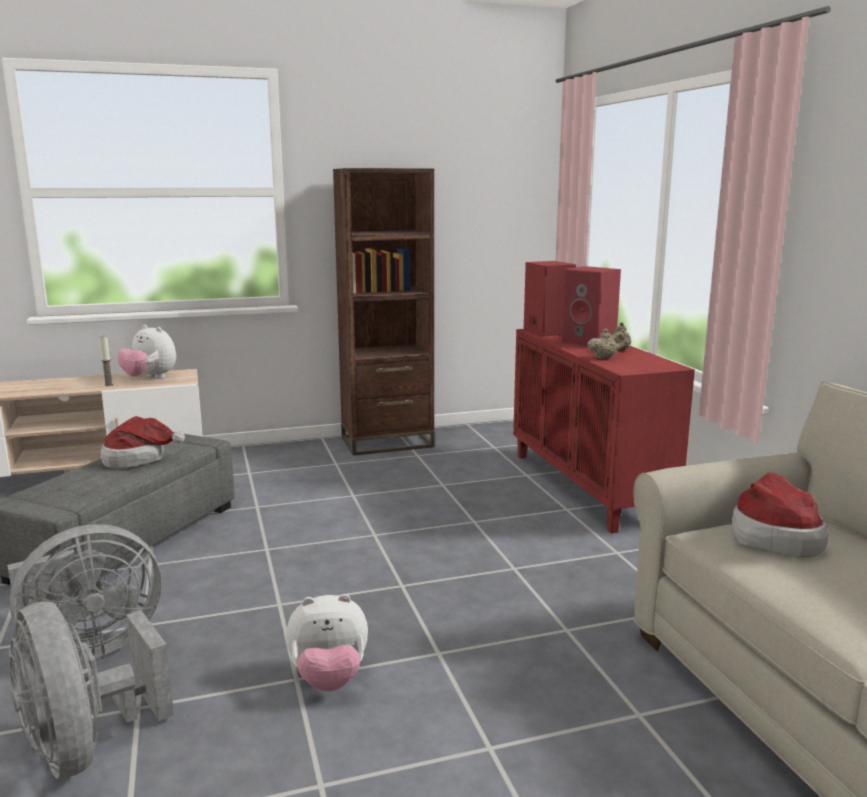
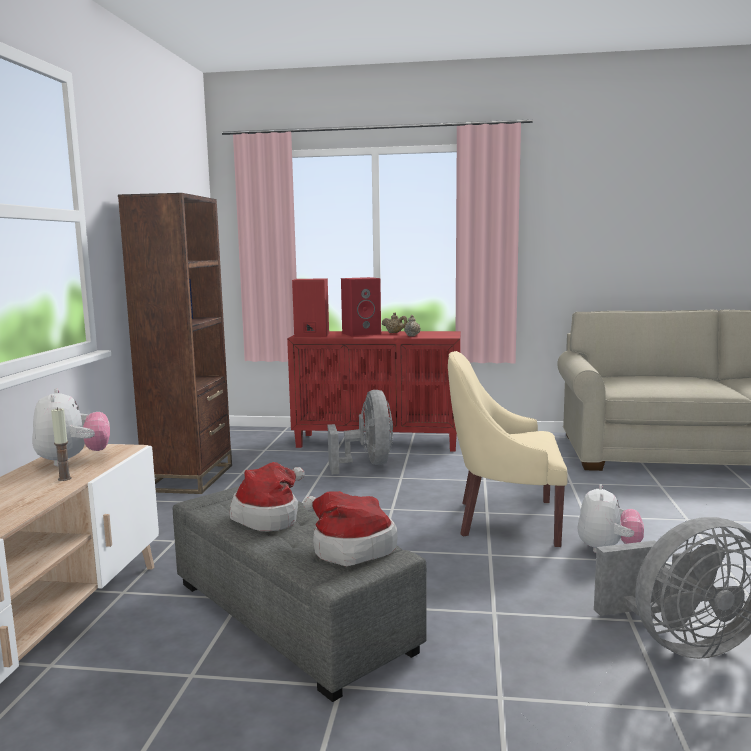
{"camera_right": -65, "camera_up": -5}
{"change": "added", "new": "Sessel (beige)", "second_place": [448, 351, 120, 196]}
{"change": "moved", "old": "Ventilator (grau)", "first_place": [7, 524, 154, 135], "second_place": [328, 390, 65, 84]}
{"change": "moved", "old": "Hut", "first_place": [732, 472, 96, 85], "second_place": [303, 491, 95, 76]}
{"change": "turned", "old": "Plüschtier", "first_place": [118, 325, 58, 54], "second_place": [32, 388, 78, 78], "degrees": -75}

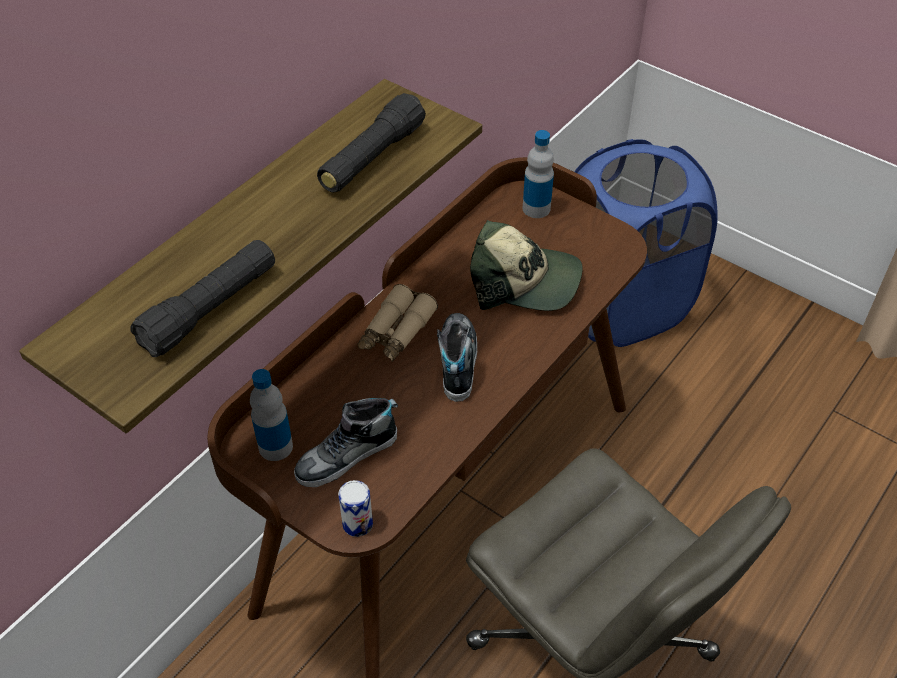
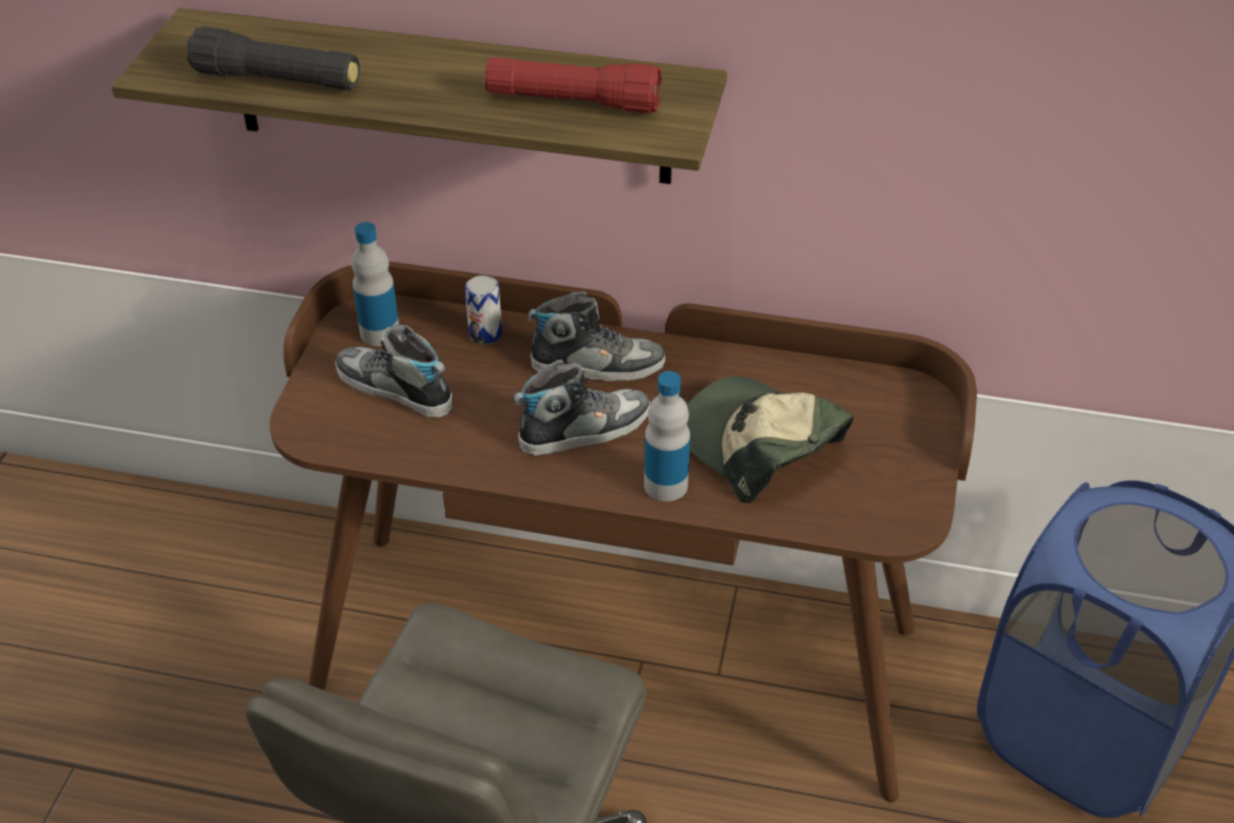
{"camera_right": 65, "camera_up": -5}
{"change": "moved", "old": "Dose", "first_place": [338, 480, 35, 57], "second_place": [465, 275, 37, 69]}
{"change": "moved", "old": "Flasche", "first_place": [522, 130, 32, 88], "second_place": [644, 371, 46, 131]}
{"change": "replaced", "old": "Fernglas (beige)", "new": "Schuh", "first_place": [358, 284, 80, 78], "second_place": [528, 291, 137, 90]}
{"change": "recoloured", "old": "Taschenlampe (schwarz)", "new": "Taschenlampe (rot)", "first_place": [317, 93, 109, 100], "second_place": [485, 57, 177, 56]}
{"change": "turned", "old": "Kappe", "first_place": [470, 220, 113, 91], "second_place": [687, 376, 167, 128], "degrees": 150}

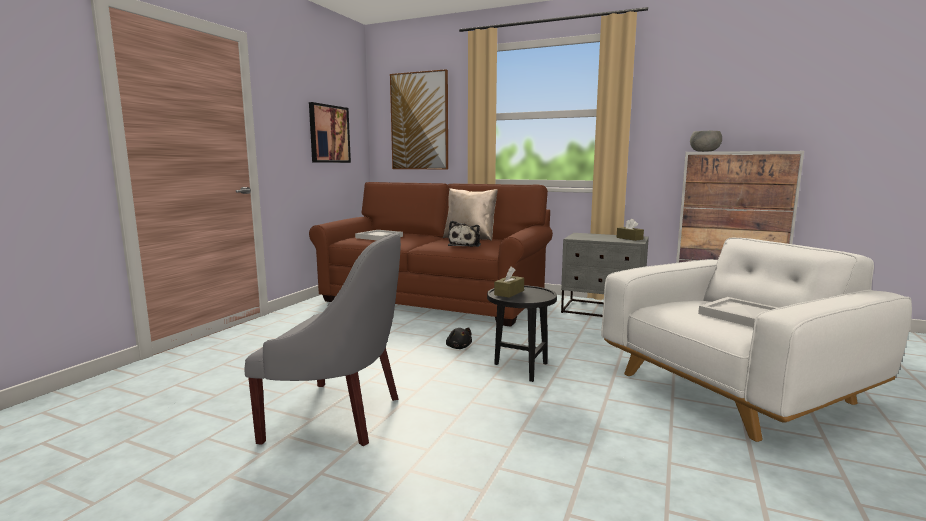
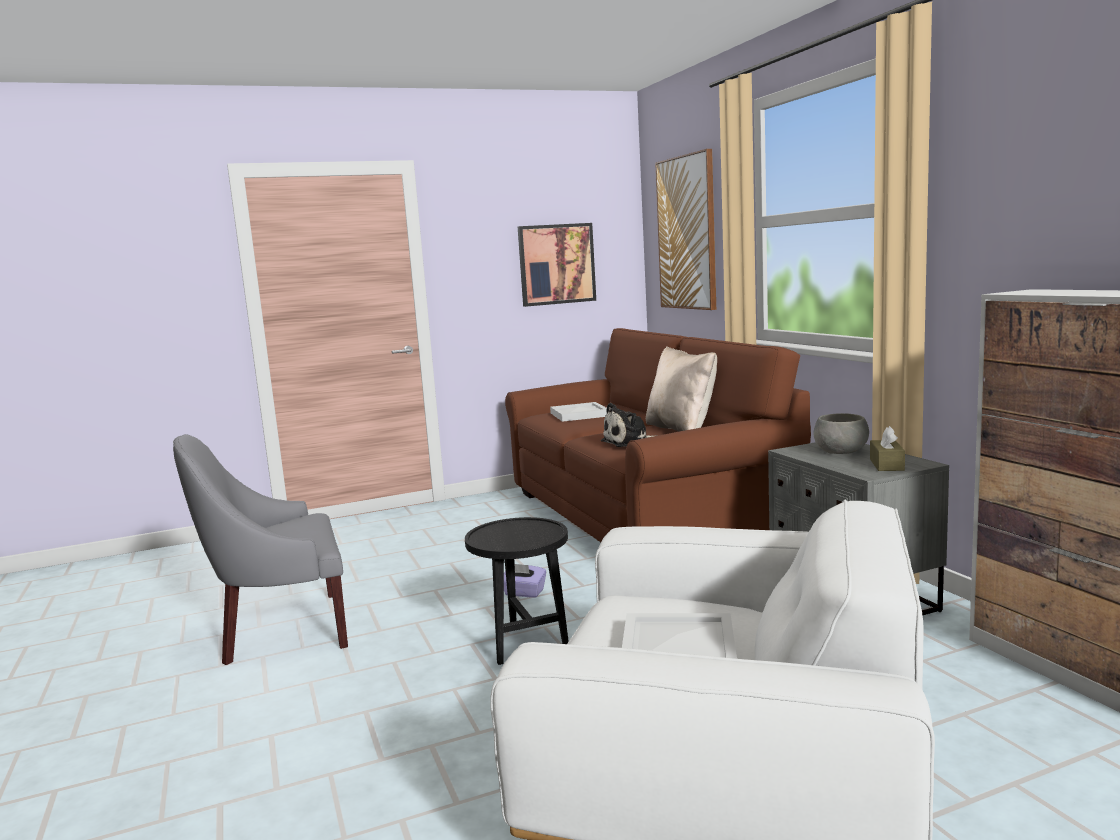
{"camera_right": 45, "camera_up": 0}
{"change": "removed", "old": "Taschentuchbox (braun)", "first_place": [494, 267, 30, 31]}
{"change": "moved", "old": "Schüssel (grau)", "first_place": [690, 131, 32, 21], "second_place": [813, 413, 56, 41]}
{"change": "replaced", "old": "Plüschtier (schwarz)", "new": "Taschentuchbox (lila)", "first_place": [446, 328, 26, 21], "second_place": [504, 564, 42, 34]}
{"change": "turned", "old": "Sessel (grau)", "first_place": [245, 233, 156, 213], "second_place": [173, 434, 175, 231], "degrees": 105}

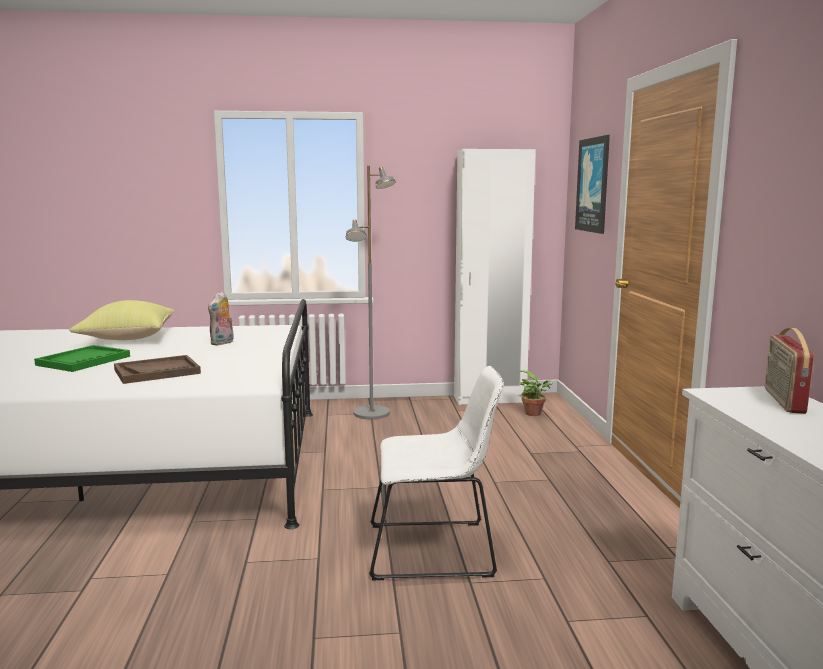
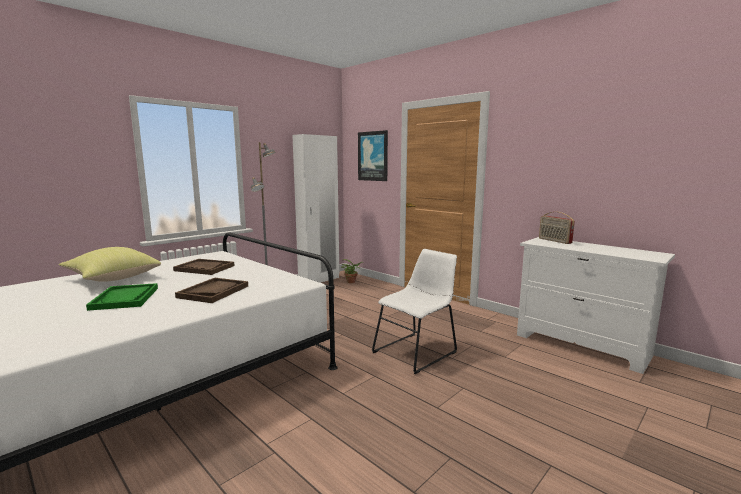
{"camera_right": -40, "camera_up": 0}
{"change": "replaced", "old": "Plüschtier", "new": "Tablett (braun)", "first_place": [208, 292, 25, 53], "second_place": [173, 259, 62, 16]}

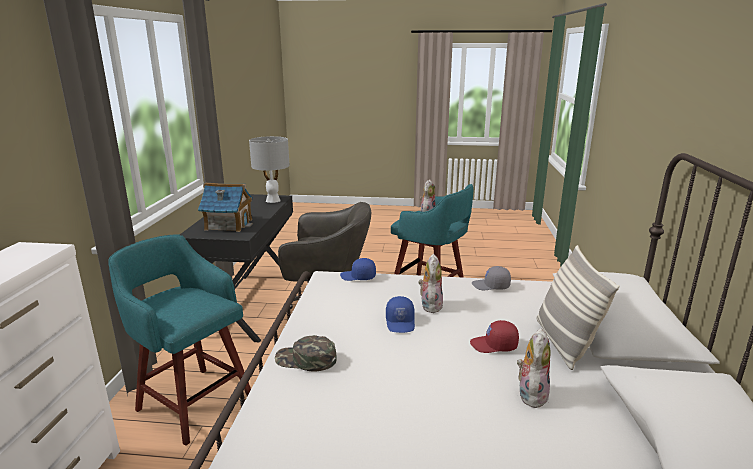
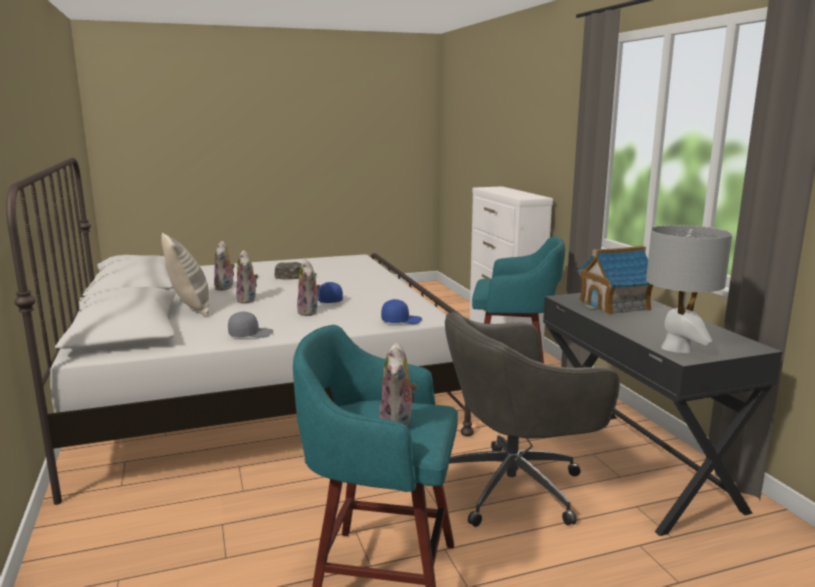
{"camera_right": 155, "camera_up": -5}
{"change": "moved", "old": "Kappe (grün)", "first_place": [275, 335, 62, 36], "second_place": [275, 262, 41, 17]}
{"change": "replaced", "old": "Kappe (rot)", "new": "Plüschtier", "first_place": [470, 320, 49, 33], "second_place": [236, 250, 22, 54]}

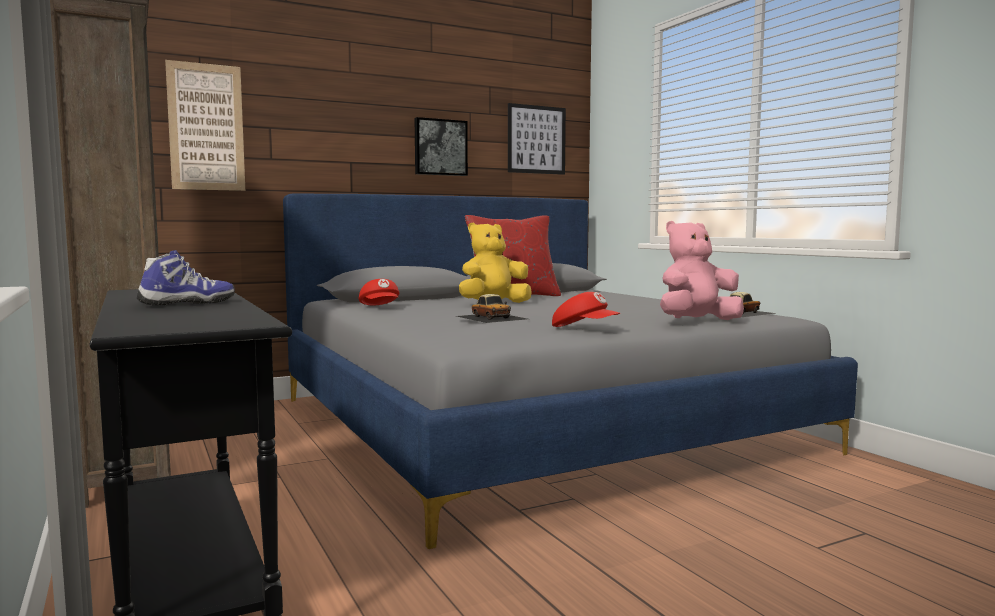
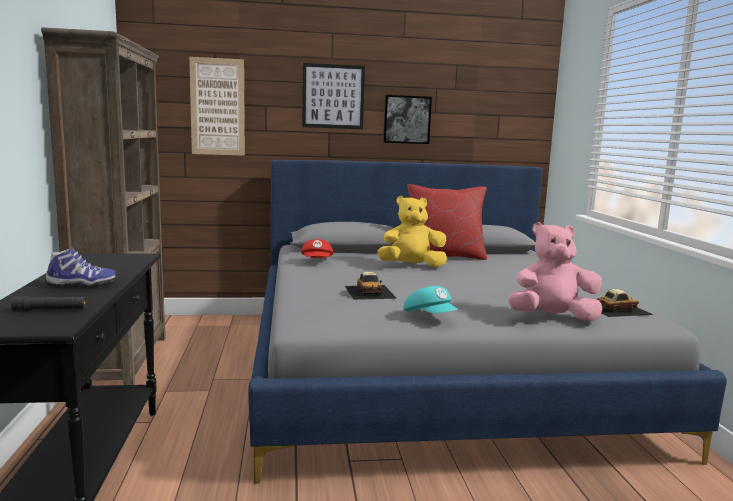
{"camera_right": 20, "camera_up": 5}
{"change": "added", "new": "Taschenlampe (schwarz)", "second_place": [11, 296, 75, 15]}
{"change": "moved", "old": "Bild", "first_place": [508, 103, 58, 72], "second_place": [302, 63, 63, 66]}
{"change": "recoloured", "old": "Kappe (rot)", "new": "Kappe (türkis)", "first_place": [552, 292, 68, 35], "second_place": [403, 286, 55, 28]}

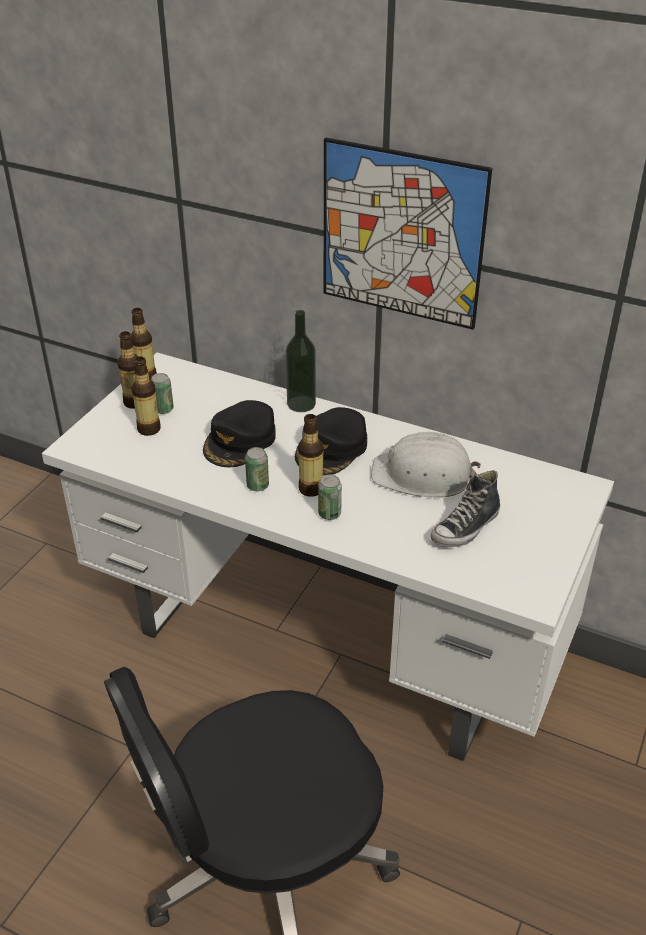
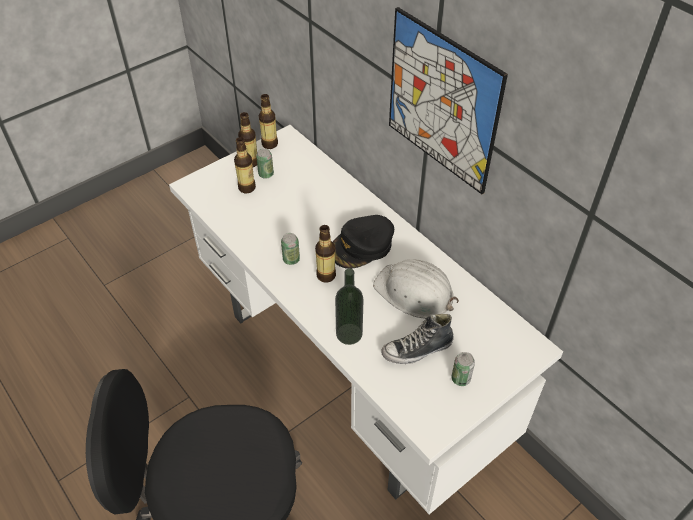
{"camera_right": 25, "camera_up": 10}
{"change": "removed", "old": "Kappe (schwarz)", "first_place": [203, 400, 73, 67]}
{"change": "moved", "old": "Flasche", "first_place": [286, 310, 30, 102], "second_place": [335, 268, 29, 77]}
{"change": "moved", "old": "Dose", "first_place": [318, 475, 24, 45], "second_place": [451, 352, 24, 34]}

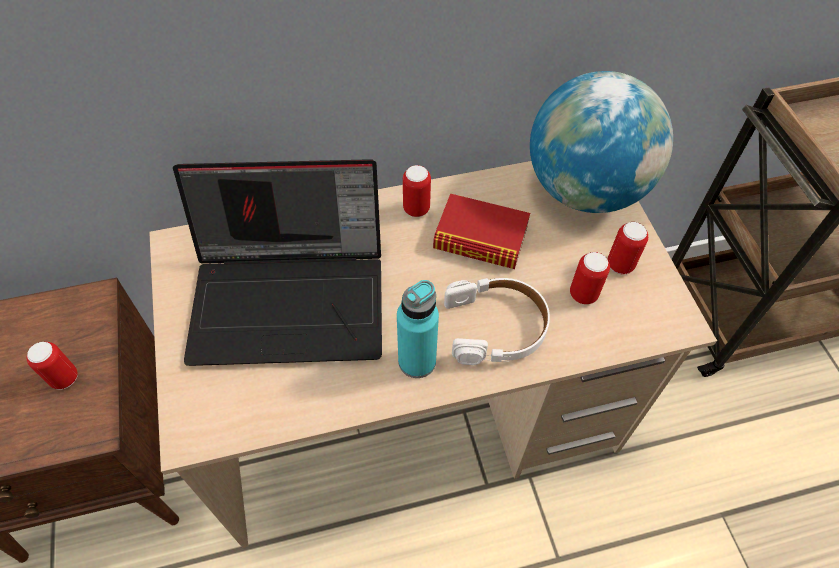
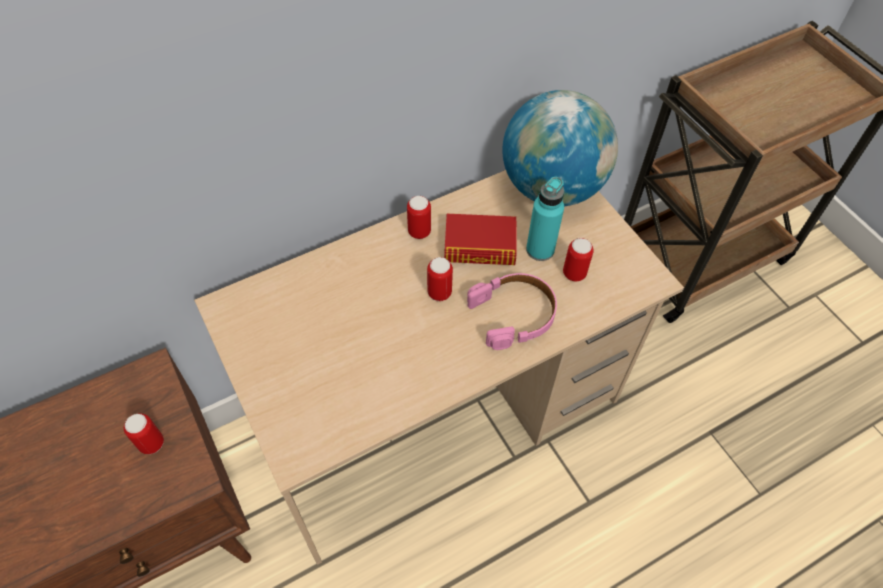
{"camera_right": -15, "camera_up": 0}
{"change": "removed", "old": "Laptop", "first_place": [173, 159, 209, 207]}
{"change": "moved", "old": "Flasche (türkis)", "first_place": [397, 280, 42, 98], "second_place": [526, 177, 38, 84]}
{"change": "moved", "old": "Dose", "first_place": [607, 222, 41, 52], "second_place": [427, 257, 26, 44]}
{"change": "recoloured", "old": "Kopfhörer (weiß)", "new": "Kopfhörer (rosa)", "first_place": [444, 278, 106, 87], "second_place": [467, 273, 90, 77]}

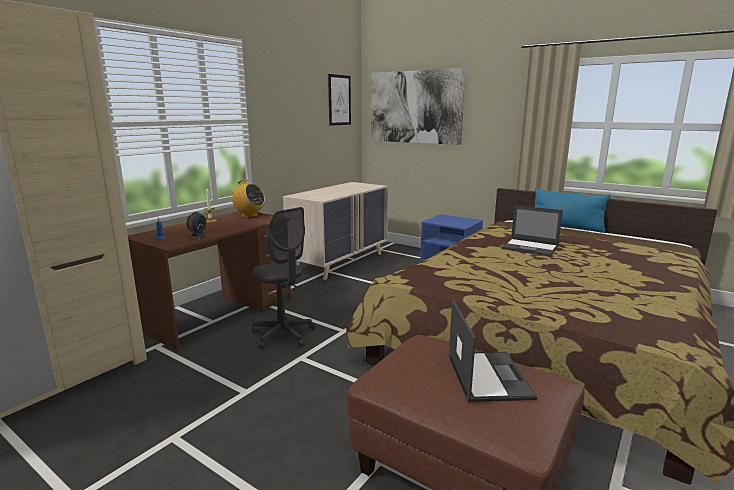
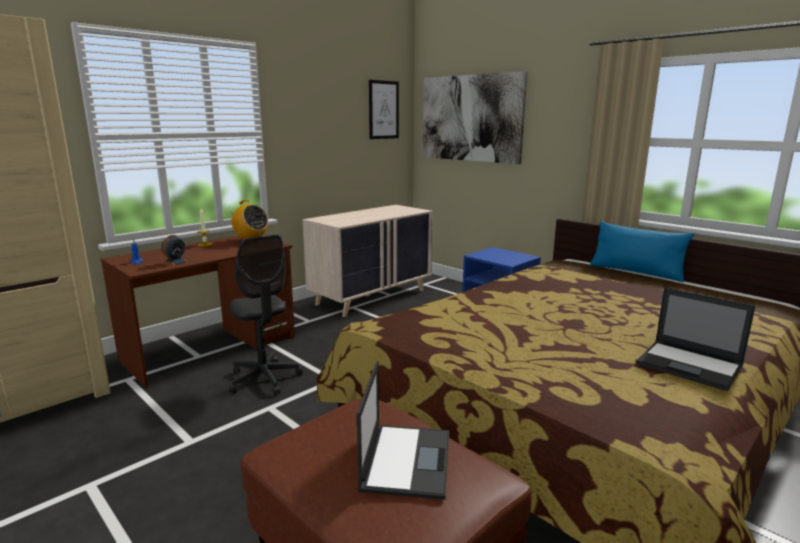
{"camera_right": 10, "camera_up": 0}
{"change": "moved", "old": "Laptop", "first_place": [501, 205, 62, 52], "second_place": [636, 287, 120, 104]}

